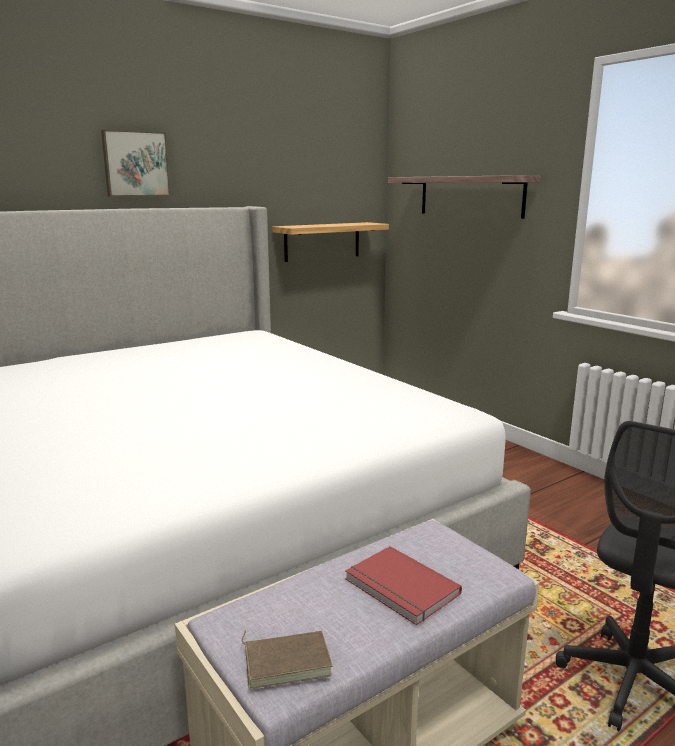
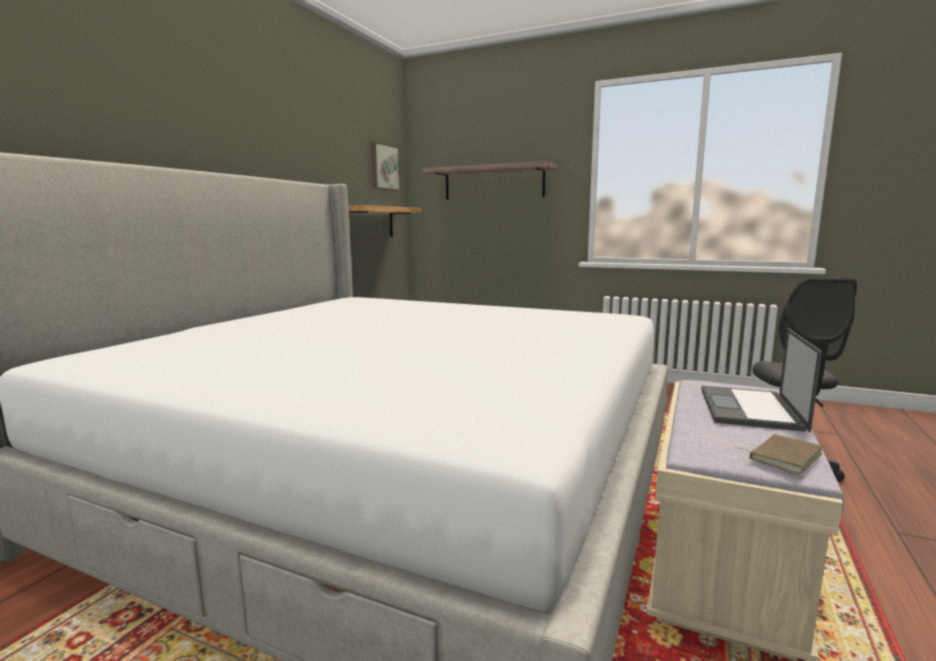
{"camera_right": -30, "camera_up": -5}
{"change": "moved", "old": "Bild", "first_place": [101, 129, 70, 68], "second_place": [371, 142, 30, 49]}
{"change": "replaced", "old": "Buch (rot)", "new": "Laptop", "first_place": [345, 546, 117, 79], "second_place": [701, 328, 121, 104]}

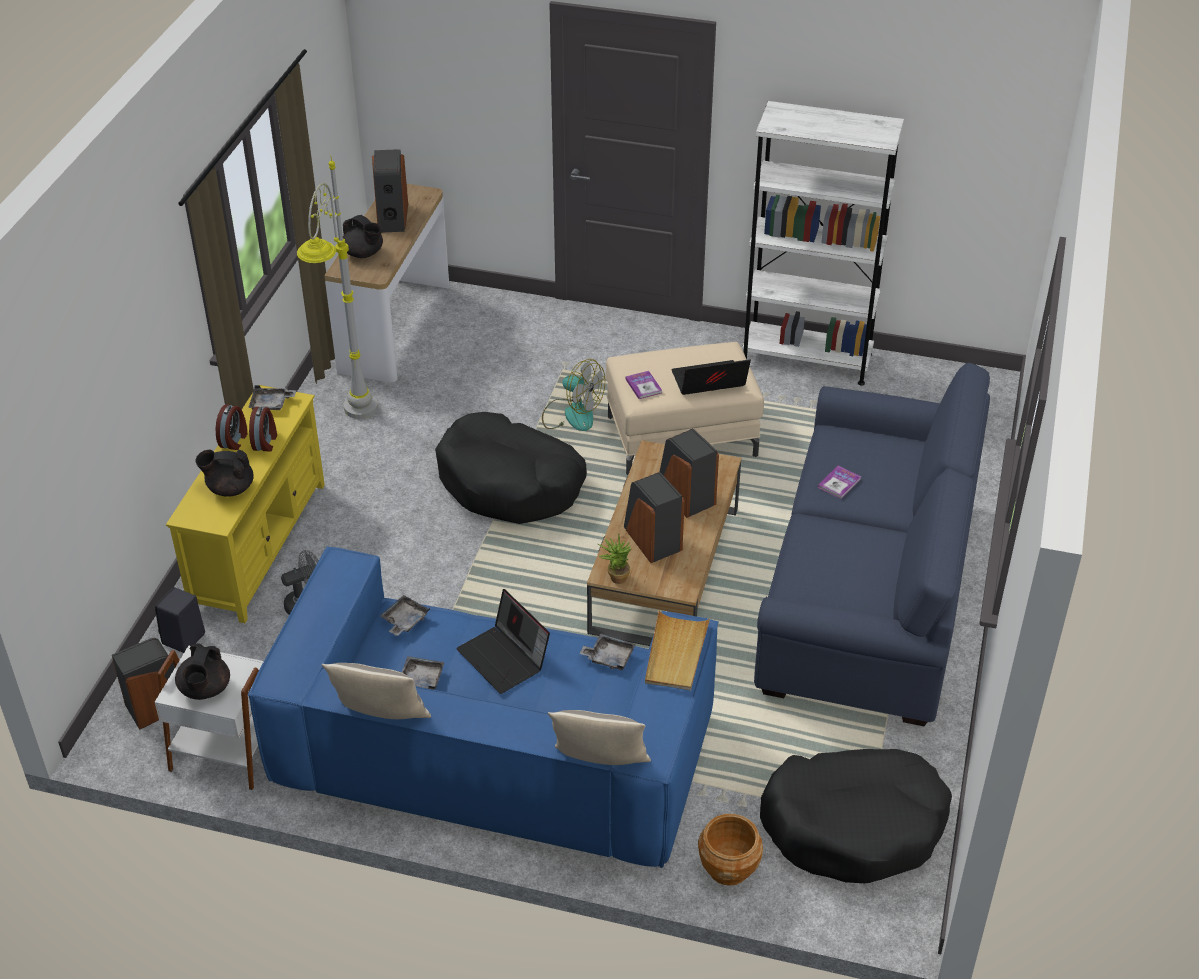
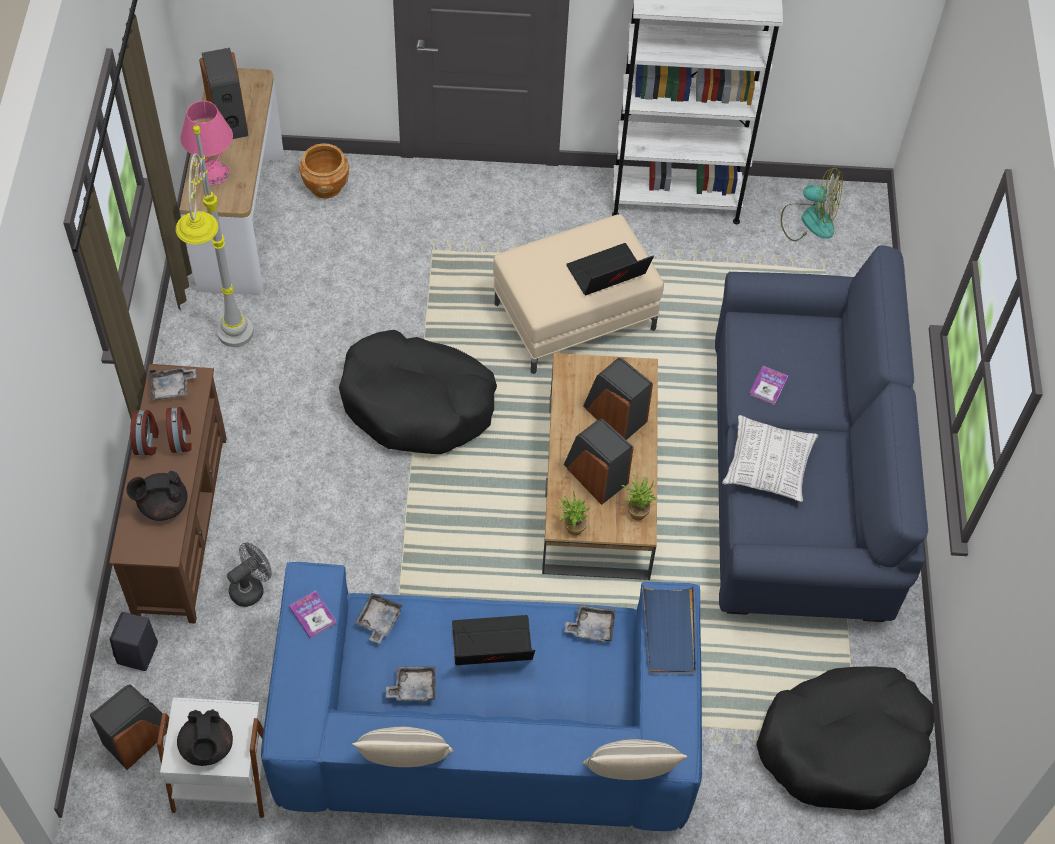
{"camera_right": -15, "camera_up": 15}
{"change": "added", "new": "Topfpflanze", "second_place": [621, 474, 37, 46]}
{"change": "added", "new": "Kissen", "second_place": [722, 415, 96, 87]}
{"change": "moved", "old": "Ventilator", "first_place": [542, 359, 63, 72], "second_place": [781, 168, 62, 73]}
{"change": "moved", "old": "Buch", "first_place": [625, 371, 38, 28], "second_place": [289, 591, 47, 47]}
{"change": "moved", "old": "Pflanzkübel (braun)", "first_place": [698, 814, 65, 72], "second_place": [299, 143, 50, 55]}
{"change": "replaced", "old": "Teekanne (schwarz)", "new": "Tischlampe (rosa)", "first_place": [343, 215, 40, 43], "second_place": [181, 101, 52, 85]}
{"change": "recoloured", "old": "Fernsehschrank (gelb)", "new": "Fernsehschrank (braun)", "first_place": [166, 385, 159, 238], "second_place": [109, 364, 118, 260]}
{"change": "recoloured", "old": "Tablett (beige)", "new": "Tablett (blau)", "first_place": [645, 610, 65, 81], "second_place": [642, 586, 54, 87]}
{"change": "turned", "old": "Laptop", "first_place": [456, 589, 94, 105], "second_place": [452, 615, 83, 50], "degrees": 135}

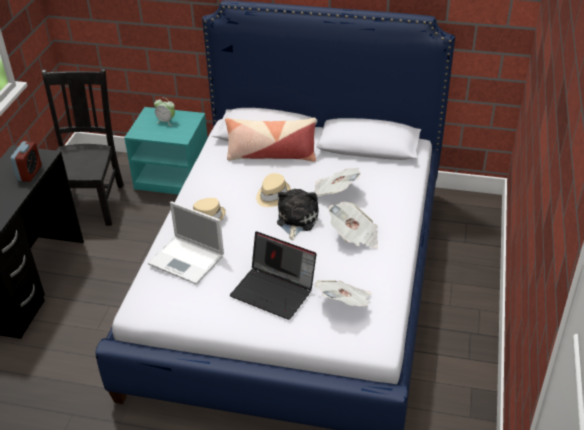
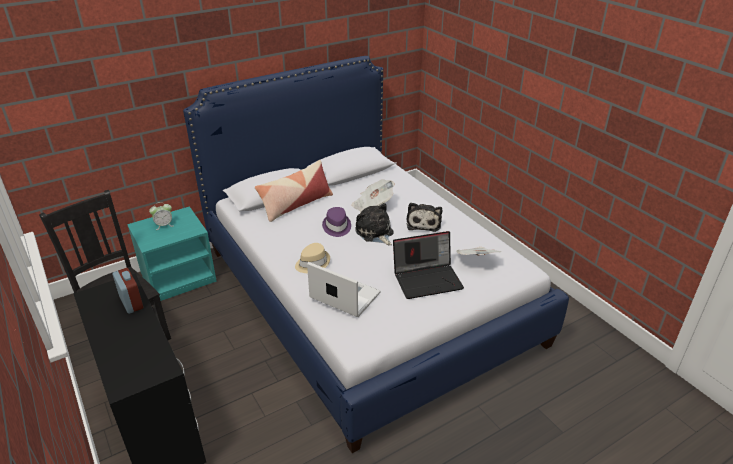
{"camera_right": -45, "camera_up": -5}
{"change": "replaced", "old": "Zeitung", "new": "Plüschtier", "first_place": [328, 202, 50, 46], "second_place": [407, 203, 35, 29]}
{"change": "recoloured", "old": "Hut (beige)", "new": "Hut (lila)", "first_place": [256, 173, 35, 34], "second_place": [322, 207, 29, 30]}
{"change": "turned", "old": "Laptop", "first_place": [148, 201, 76, 84], "second_place": [307, 262, 73, 55], "degrees": -135}

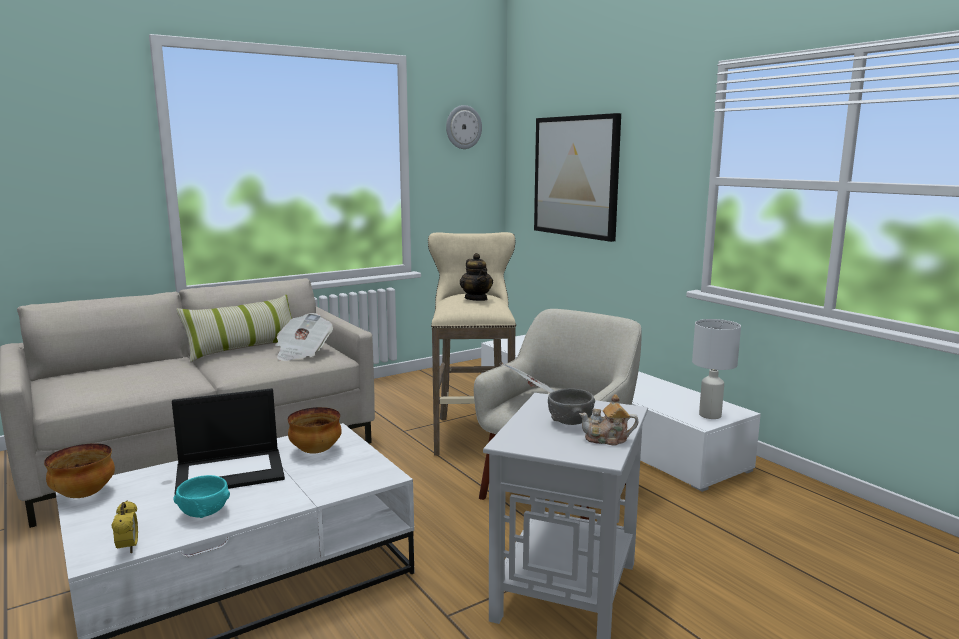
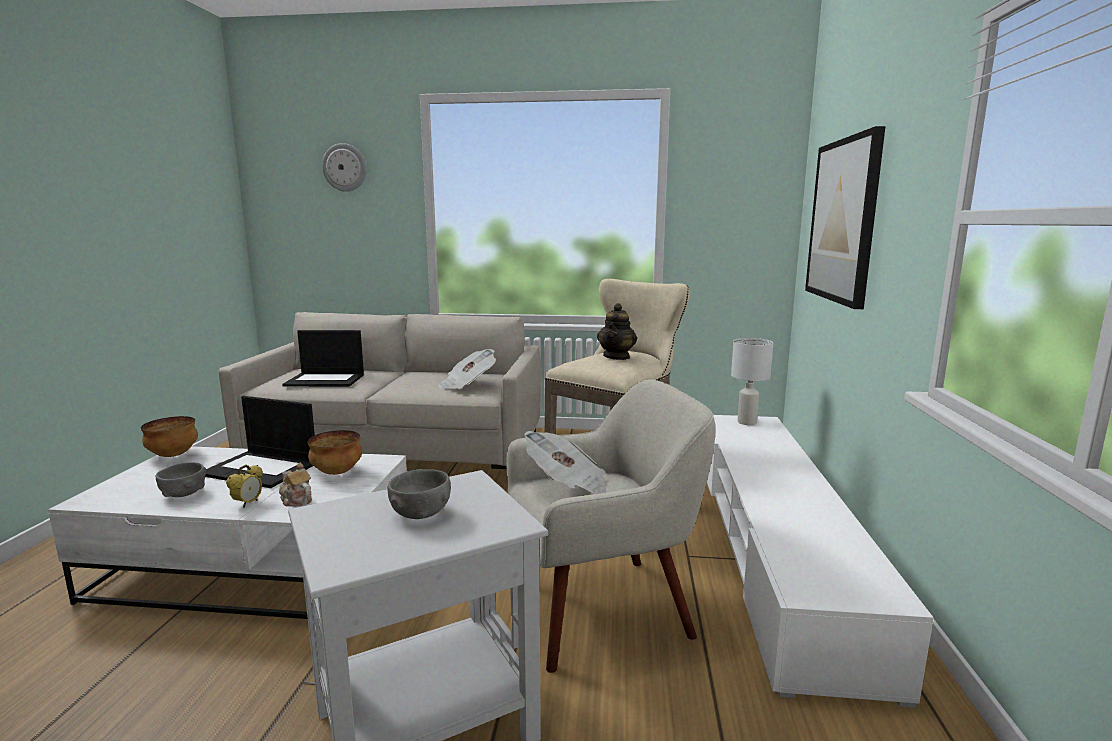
{"camera_right": 40, "camera_up": 0}
{"change": "removed", "old": "Kissen", "first_place": [176, 295, 116, 67]}
{"change": "added", "new": "Laptop", "second_place": [282, 330, 82, 57]}
{"change": "moved", "old": "Wecker", "first_place": [111, 501, 27, 53], "second_place": [226, 465, 37, 43]}
{"change": "moved", "old": "Wanduhr", "first_place": [446, 105, 36, 44], "second_place": [322, 143, 45, 49]}
{"change": "moved", "old": "Teekanne", "first_place": [579, 394, 60, 51], "second_place": [279, 463, 33, 44]}
{"change": "moved", "old": "Tischlampe (weiß)", "first_place": [692, 319, 49, 100], "second_place": [731, 338, 42, 87]}
{"change": "recoloured", "old": "Schüssel (türkis)", "new": "Schüssel (grau)", "first_place": [173, 475, 57, 43], "second_place": [156, 462, 50, 35]}

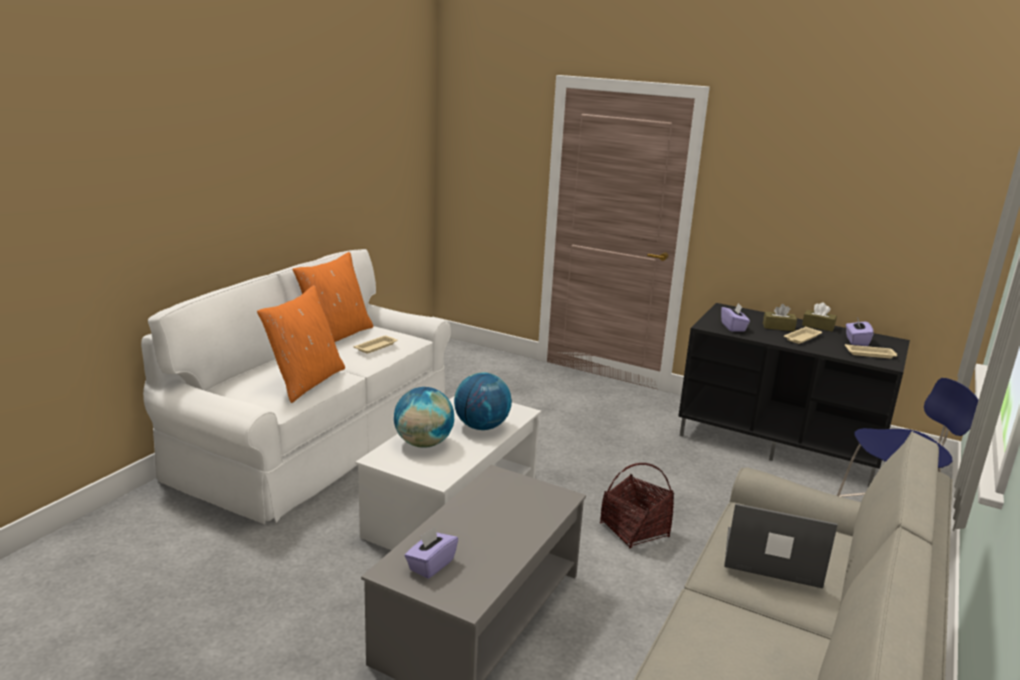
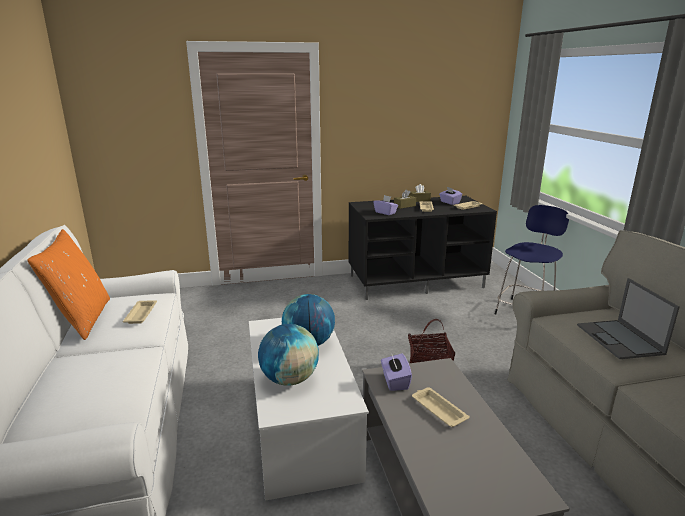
{"camera_right": -40, "camera_up": 0}
{"change": "removed", "old": "Kissen (orange)", "first_place": [257, 285, 88, 118]}
{"change": "added", "new": "Tablett (beige)", "second_place": [412, 387, 58, 40]}
{"change": "moved", "old": "Taschentuchbox (lila)", "first_place": [405, 527, 53, 52], "second_place": [381, 353, 31, 38]}
{"change": "turned", "old": "Laptop", "first_place": [724, 503, 114, 85], "second_place": [577, 278, 102, 81], "degrees": -75}

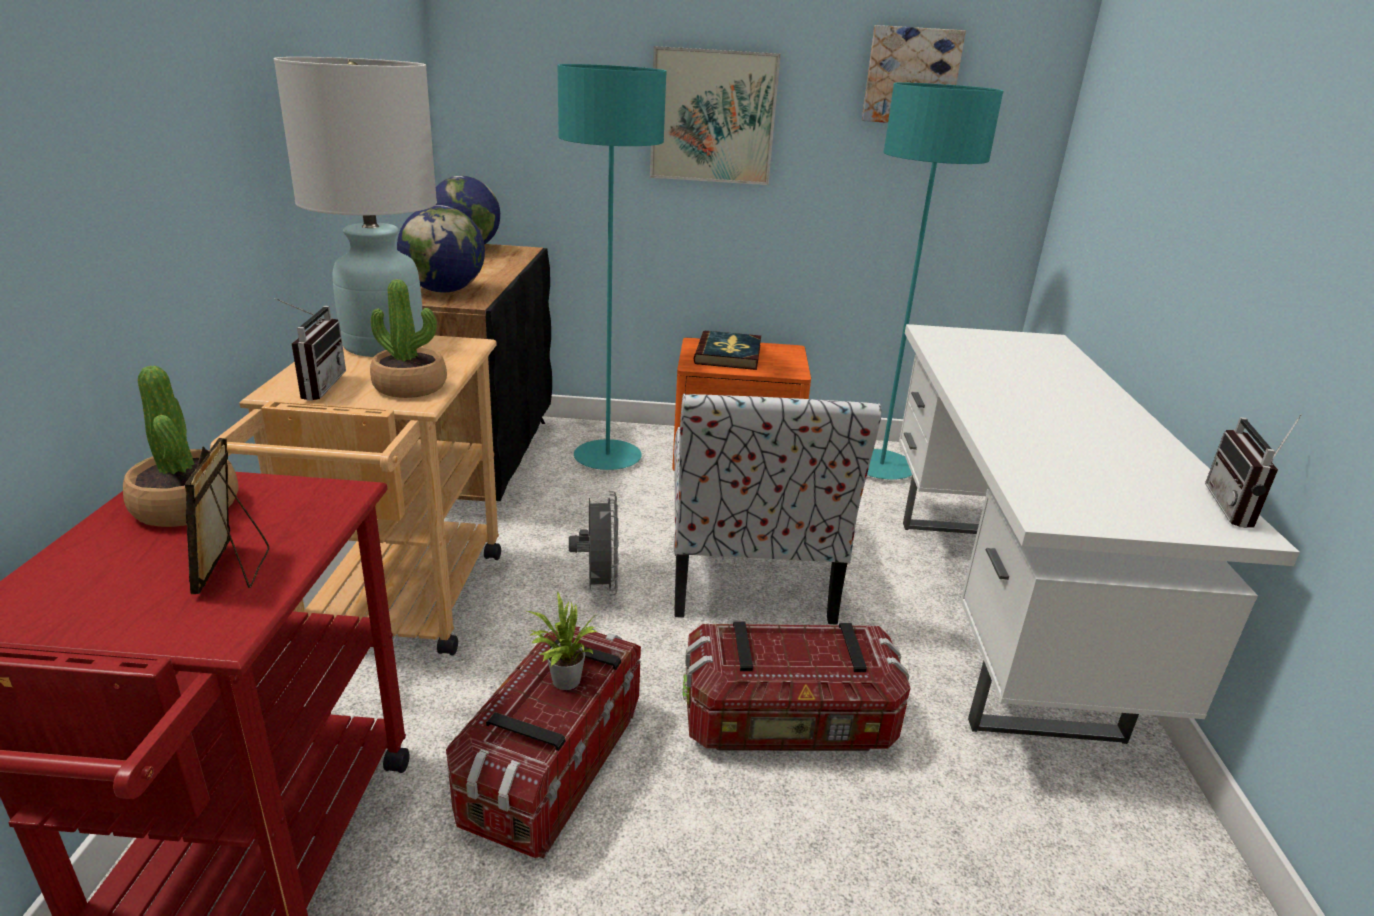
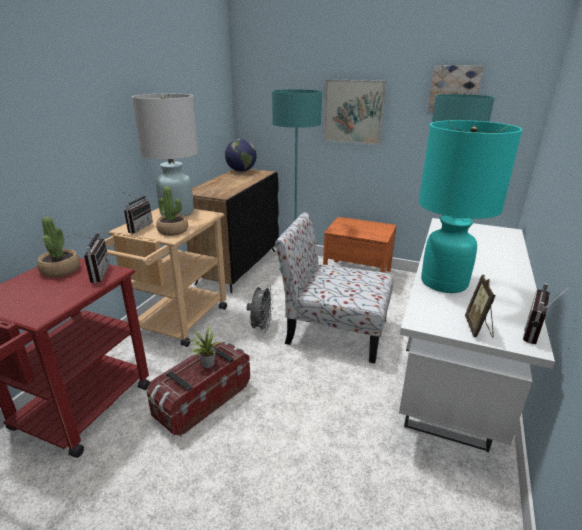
{"camera_right": 20, "camera_up": 0}
{"change": "removed", "old": "Globus", "first_place": [397, 205, 88, 88]}
{"change": "removed", "old": "Aufbewahrungsbox", "first_place": [683, 621, 228, 130]}
{"change": "removed", "old": "Buch", "first_place": [694, 331, 67, 39]}
{"change": "added", "new": "Radio", "second_place": [73, 233, 37, 50]}
{"change": "added", "new": "Tischlampe (türkis)", "second_place": [419, 120, 103, 173]}
{"change": "moved", "old": "Bilderrahmen", "first_place": [185, 438, 84, 156], "second_place": [465, 275, 31, 63]}
{"change": "turned", "old": "Stuhl", "first_place": [674, 394, 207, 231], "second_place": [275, 212, 119, 152], "degrees": 90}

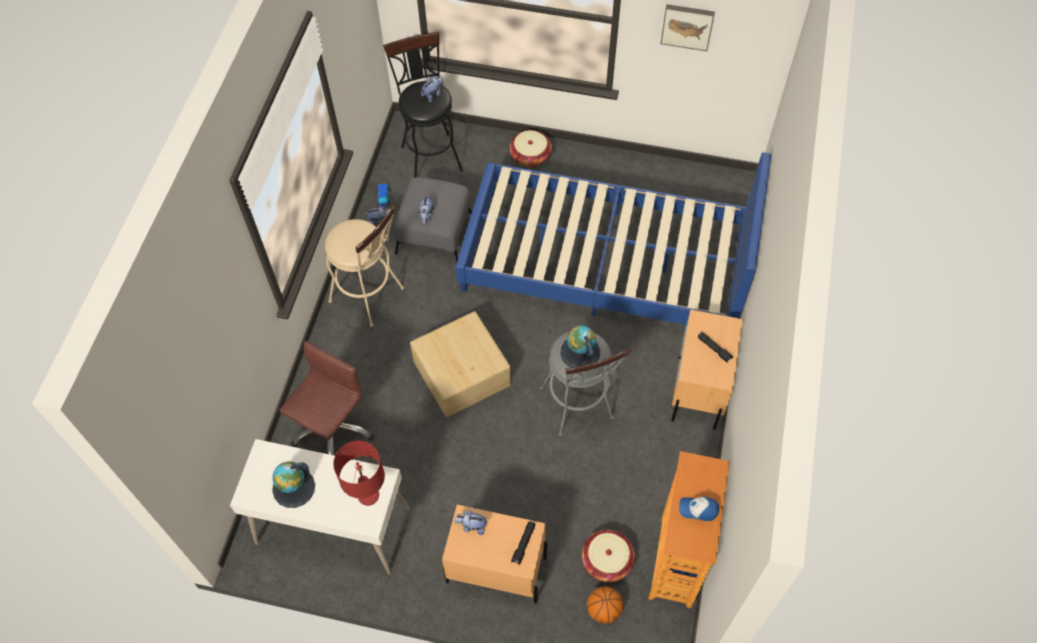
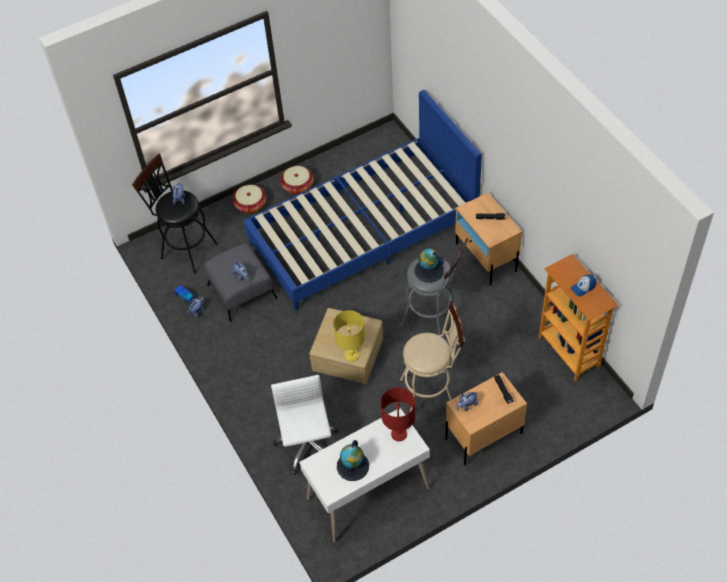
{"camera_right": -40, "camera_up": -5}
{"change": "removed", "old": "Basketball", "first_place": [587, 586, 36, 38]}
{"change": "removed", "old": "Bild", "first_place": [661, 4, 54, 47]}
{"change": "added", "new": "Tischlampe (gelb)", "second_place": [333, 310, 32, 52]}
{"change": "moved", "old": "Hocker (beige)", "first_place": [325, 203, 79, 124], "second_place": [400, 300, 65, 112]}
{"change": "moved", "old": "Korb", "first_place": [582, 530, 53, 52], "second_place": [280, 166, 34, 29]}
{"change": "recoloured", "old": "Bürostuhl (braun)", "new": "Bürostuhl (weiß)", "first_place": [279, 341, 96, 114], "second_place": [271, 375, 67, 100]}

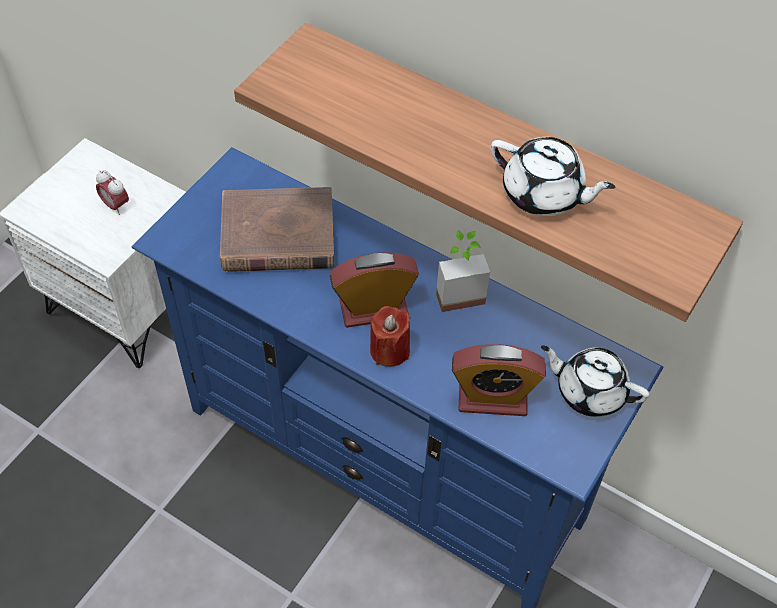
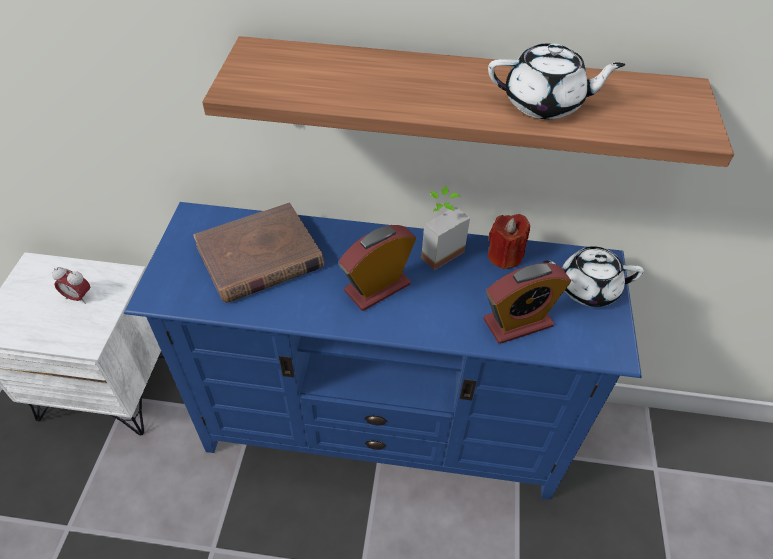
{"camera_right": -25, "camera_up": -5}
{"change": "moved", "old": "Kerze (rot)", "first_place": [370, 306, 41, 61], "second_place": [488, 214, 42, 55]}

